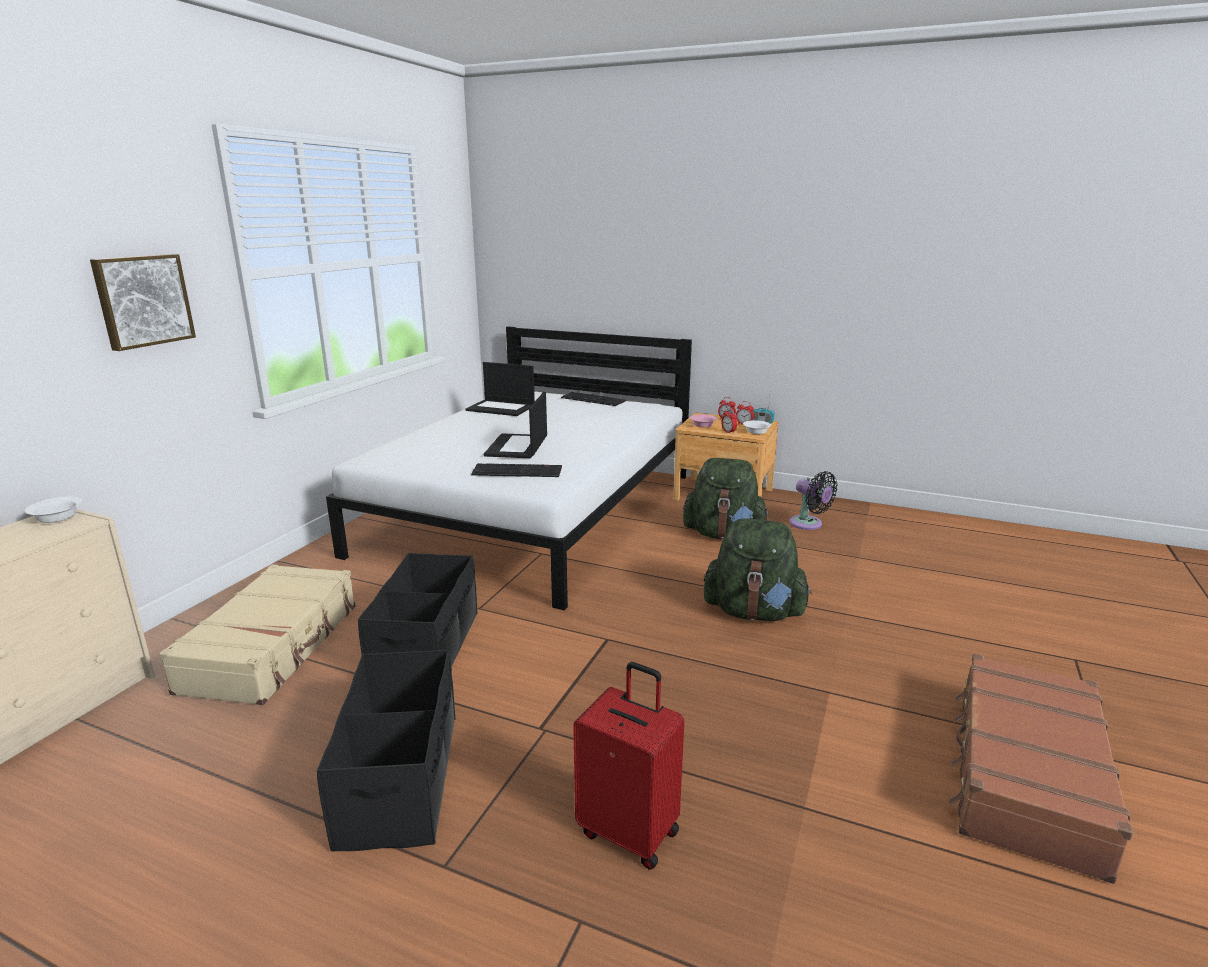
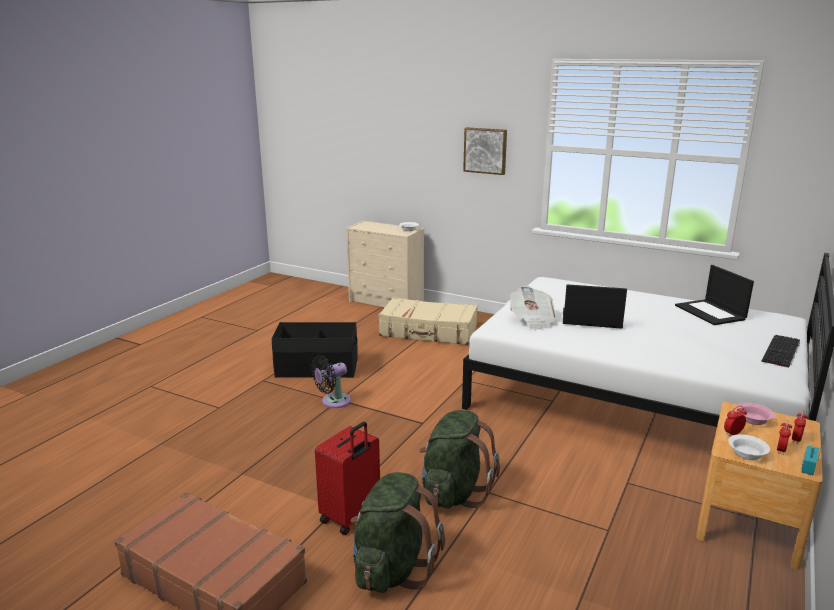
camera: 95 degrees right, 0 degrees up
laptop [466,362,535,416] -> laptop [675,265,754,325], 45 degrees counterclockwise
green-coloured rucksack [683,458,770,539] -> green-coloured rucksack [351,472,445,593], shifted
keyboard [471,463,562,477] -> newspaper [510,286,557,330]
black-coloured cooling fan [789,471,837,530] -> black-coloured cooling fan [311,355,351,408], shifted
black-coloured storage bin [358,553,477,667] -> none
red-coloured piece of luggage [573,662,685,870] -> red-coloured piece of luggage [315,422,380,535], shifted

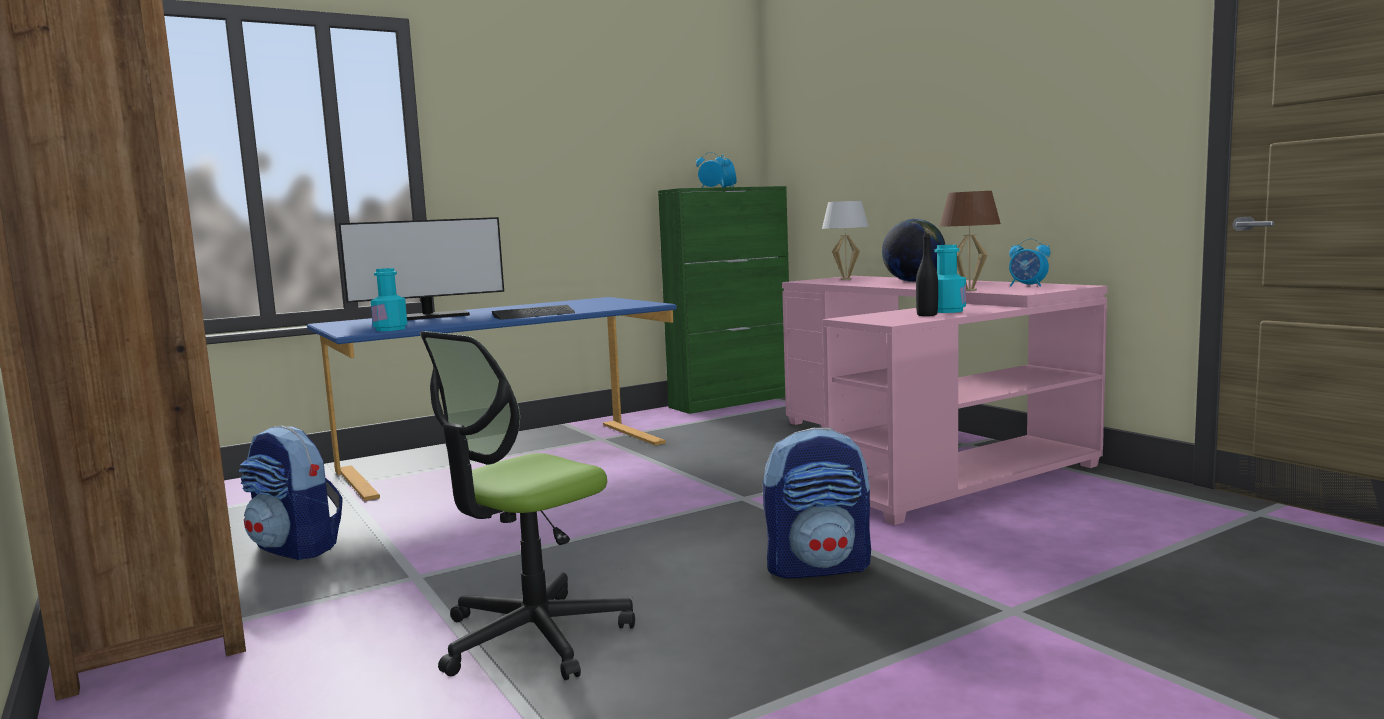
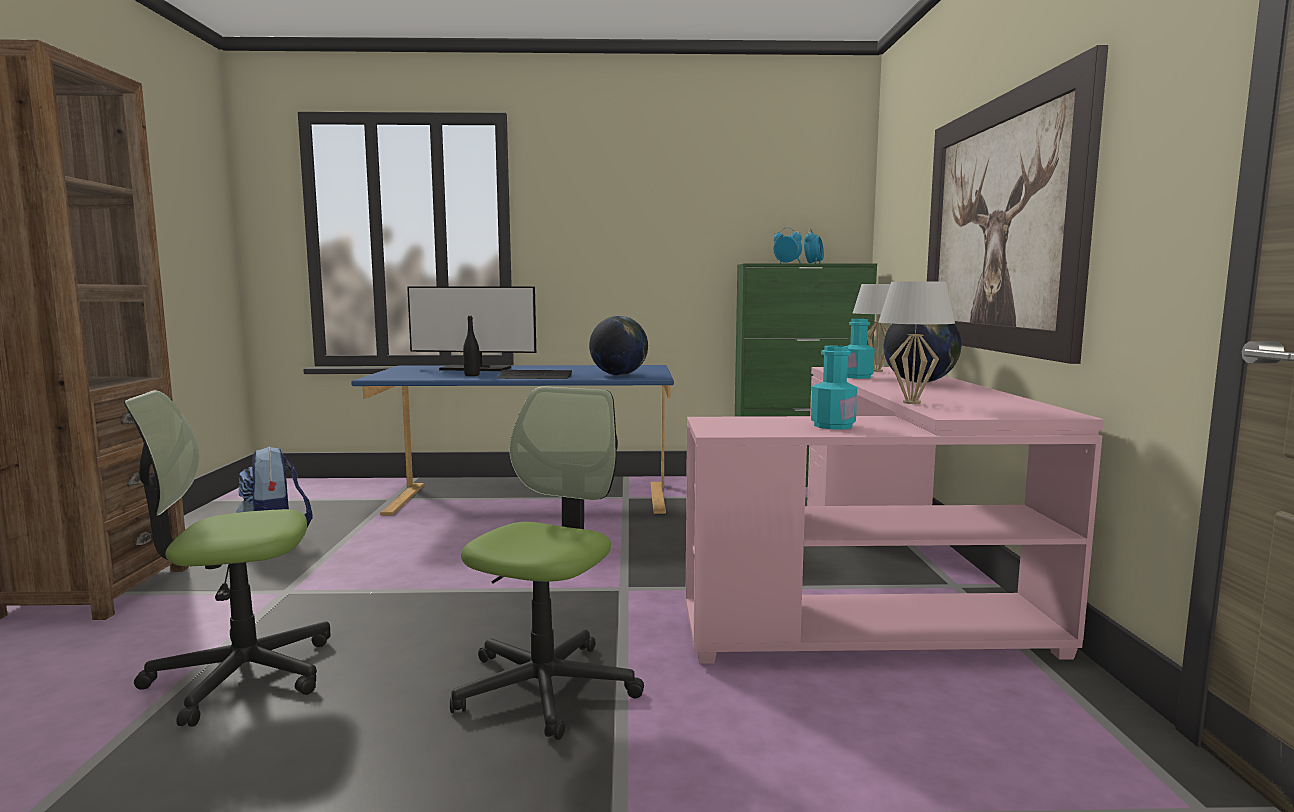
camera: 30 degrees right, 0 degrees up
brown-coloured tabletop lamp [940,191,1001,291] -> whitish tabletop lamp [879,281,955,404]
black-coloured drink bottle [916,233,938,316] -> black-coloured drink bottle [463,316,480,376], shifted
alarm clock [1009,238,1051,287] -> none
blue-green drink bottle [371,268,408,331] -> blue-green drink bottle [847,319,875,379], shifted
rucksack [763,428,871,579] -> desk chair [450,386,644,740]
none -> wall art [927,45,1108,364]
none -> desk globe [589,316,648,376]

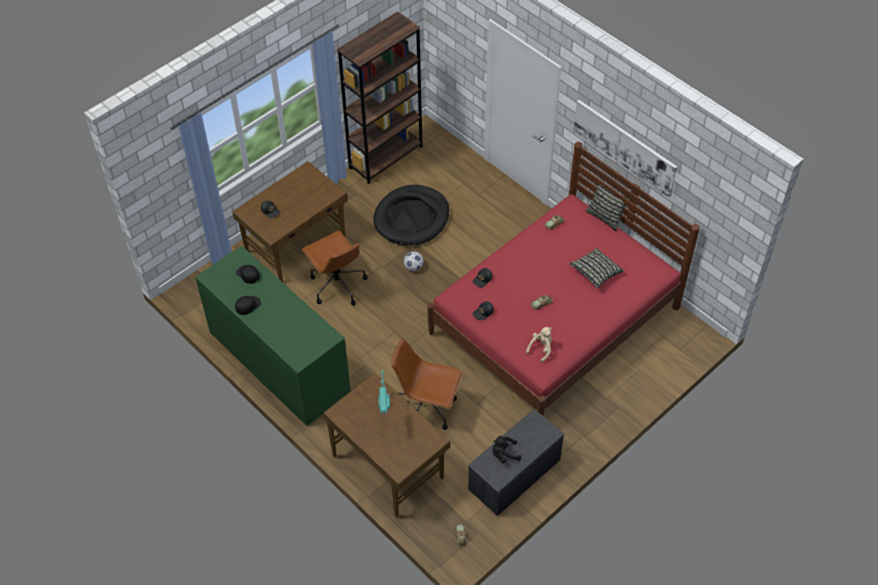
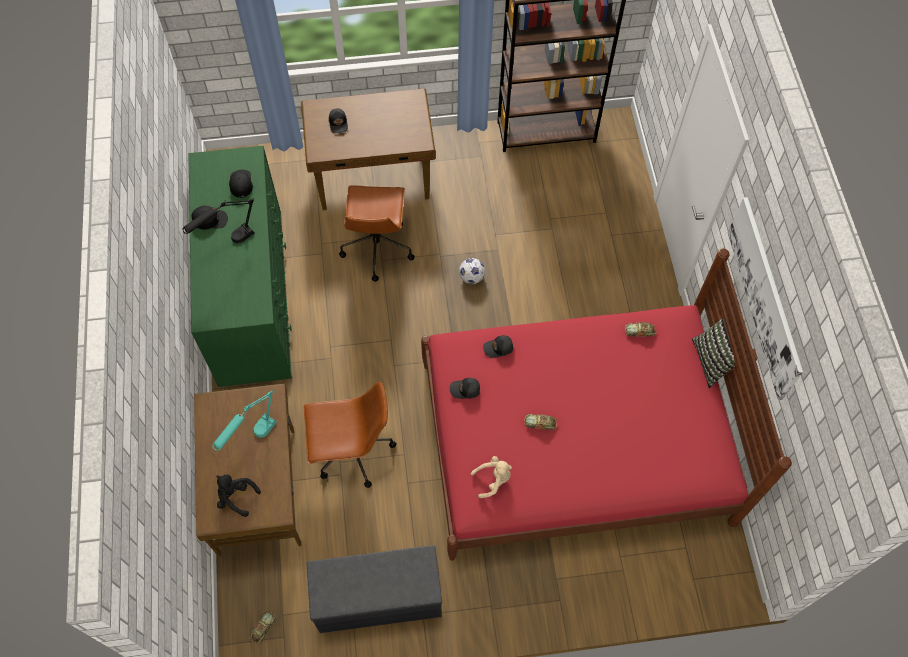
camera: 35 degrees right, 10 degrees up
black-coloured pet bed [373,185,449,246] -> none
pillow [569,248,624,288] -> none
brown-coloured desk chair [391,338,462,430] -> brown-coloured desk chair [304,381,396,488], 120 degrees clockwise
black-coloured plush toy [492,436,521,463] -> black-coloured plush toy [216,475,261,517], shifted
none -> black-coloured tabletop lamp [182,198,255,243]

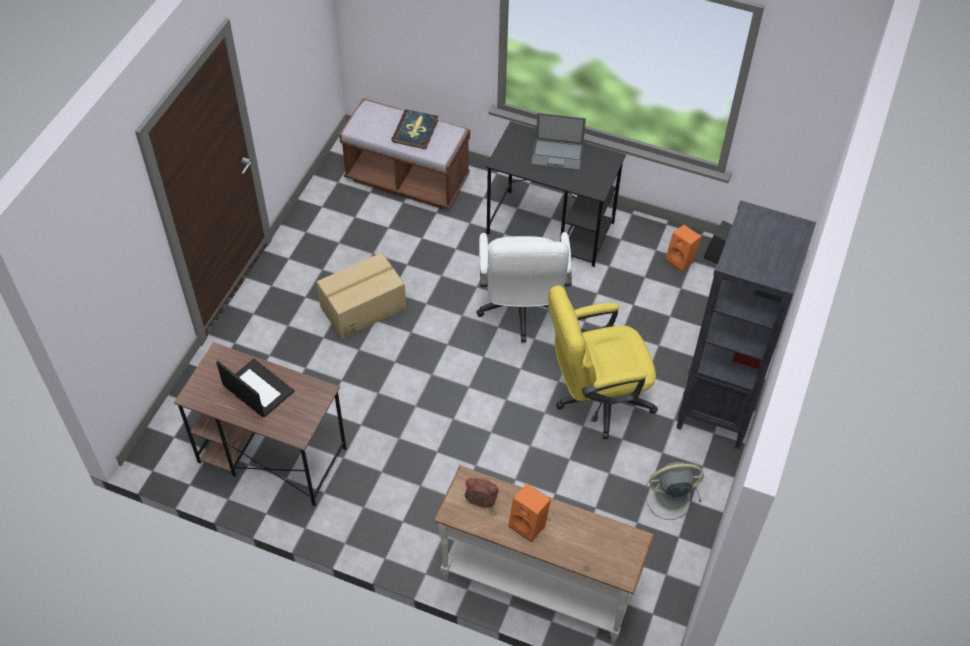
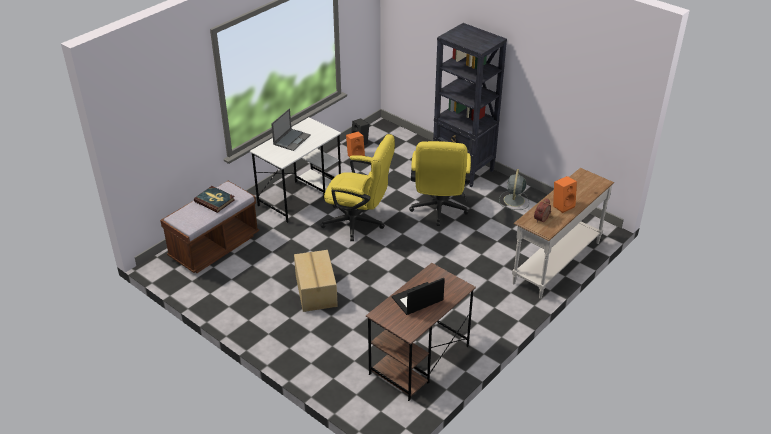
camera: 70 degrees left, 15 degrees down
black-coloured desk table [485,121,626,267] -> whitish desk table [250,117,341,223]
whitish desk chair [476,232,572,342] -> yellow desk chair [320,134,395,241]

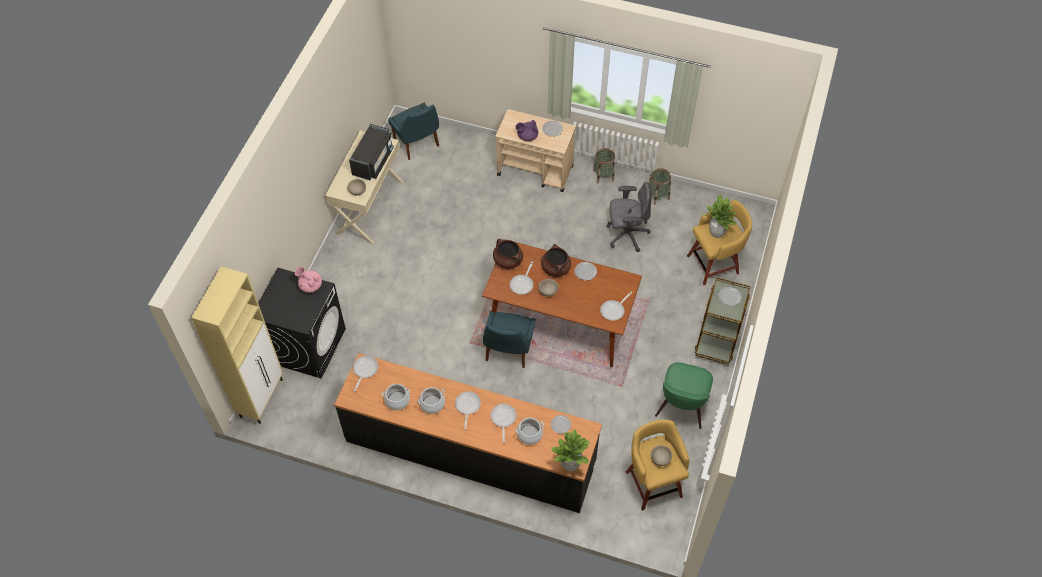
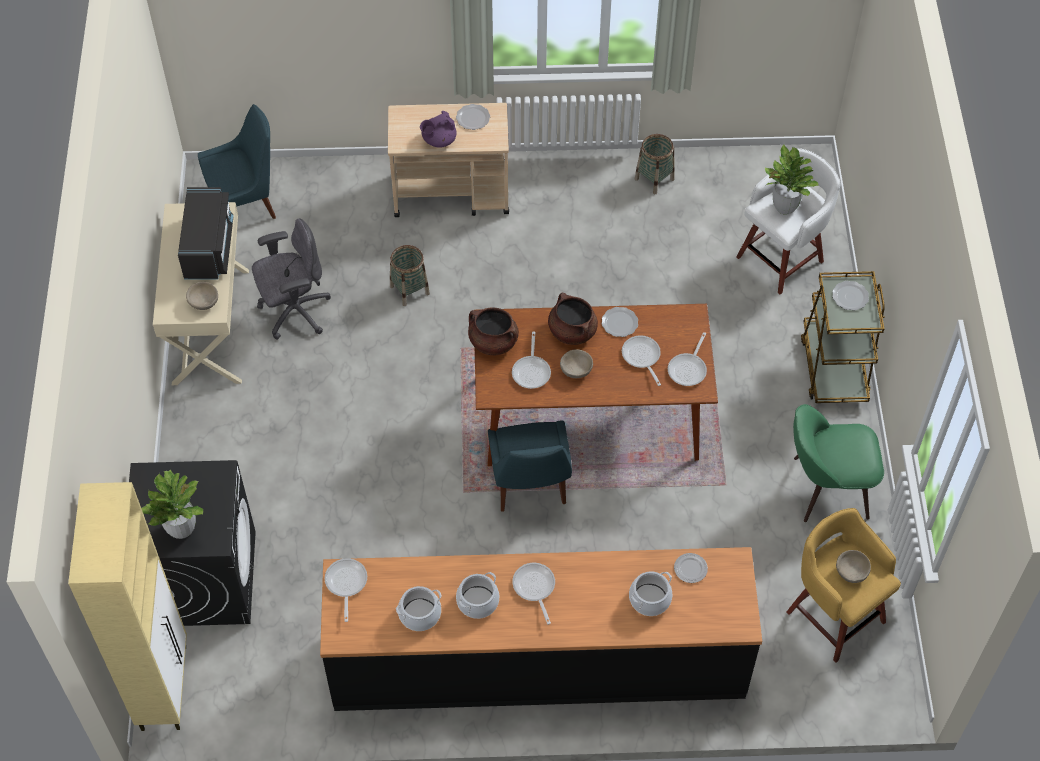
camera: 20 degrees left, 0 degrees up
bluish chair [388,103,439,160] -> bluish chair [198,104,276,219], 60 degrees counterclockwise
basket [593,148,615,184] -> basket [390,245,430,306], shifted
greyish desk chair [606,181,652,252] -> greyish desk chair [252,218,331,340], shifted
yellow sitting stool [687,200,752,285] -> whitish sitting stool [736,148,840,294]
pinkish pot for tea [295,267,322,293] -> none
green-coloured chair [655,362,713,429] -> green-coloured chair [793,404,884,522], 90 degrees clockwise
skillet [490,404,516,442] -> skillet [622,335,661,386], shifted
houseplant [551,429,590,471] -> houseplant [141,470,203,539], shifted

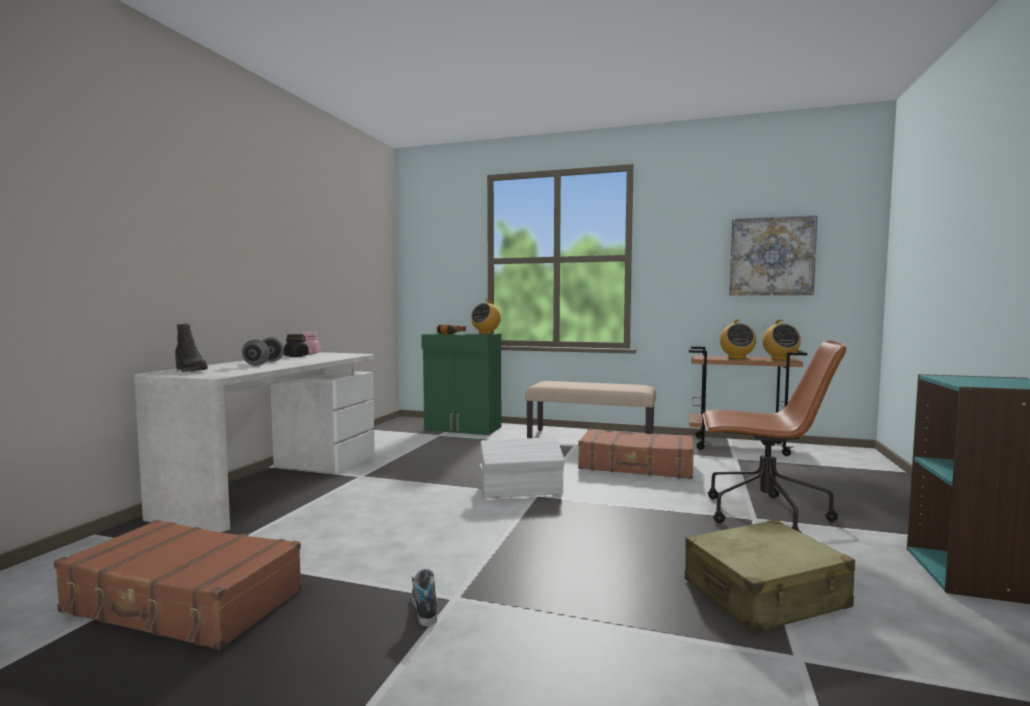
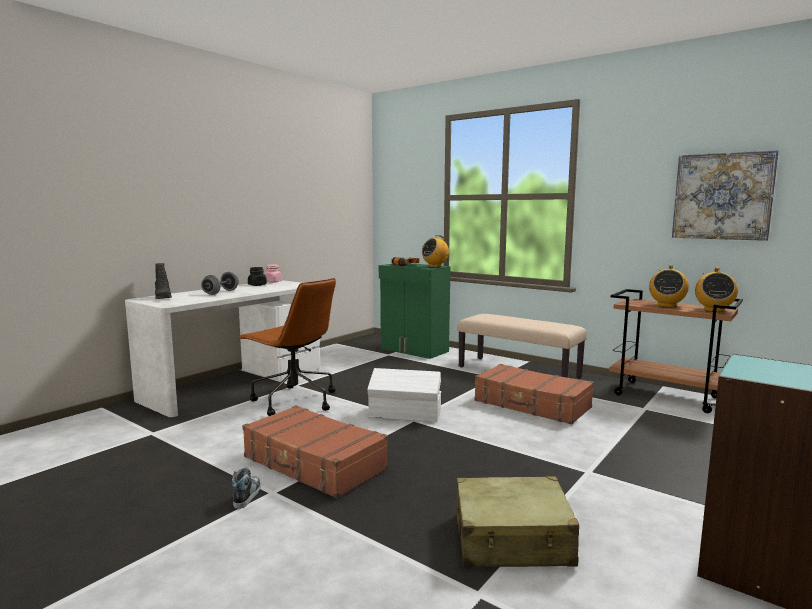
camera: 20 degrees right, 5 degrees up
brown-coloured desk chair [703,340,846,533] -> brown-coloured desk chair [238,278,336,416], shifted
brown-coloured piece of luggage [54,520,302,650] -> brown-coloured piece of luggage [242,405,388,498], shifted

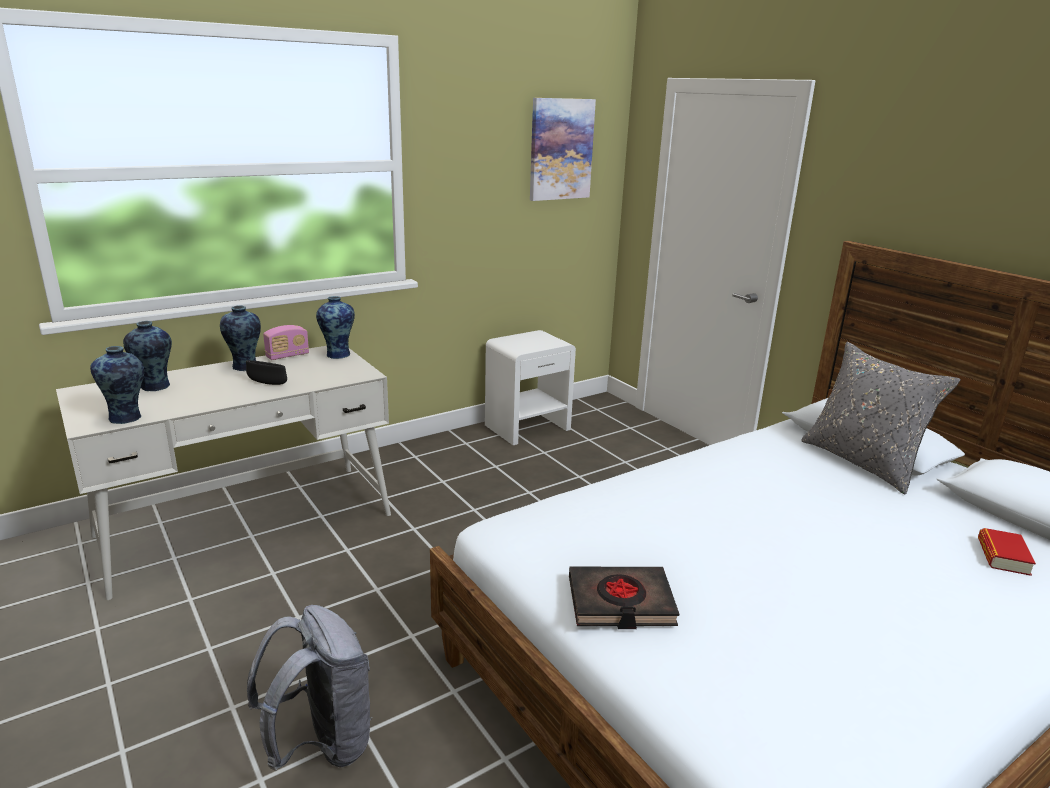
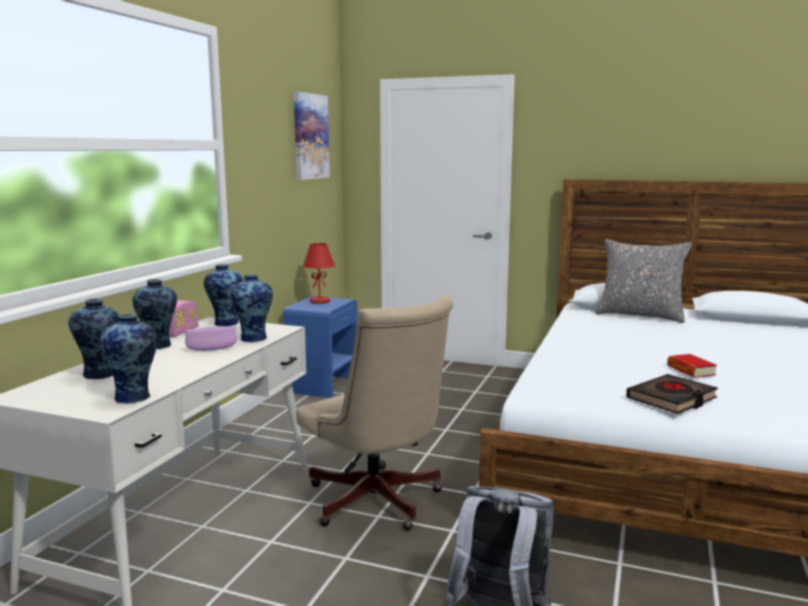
camera: 35 degrees left, 10 degrees down
whitish bedside table [485,330,576,445] -> bluish bedside table [283,296,358,398]
black-coloured bowl [246,360,287,385] -> purple bowl [185,326,237,351]
volume [978,528,1036,576] -> volume [667,354,717,378], shifted
none -> red-coloured tabletop lamp [303,243,335,304]
none -> decorative vase [231,274,273,342]
none -> beige-coloured desk chair [296,296,453,530]

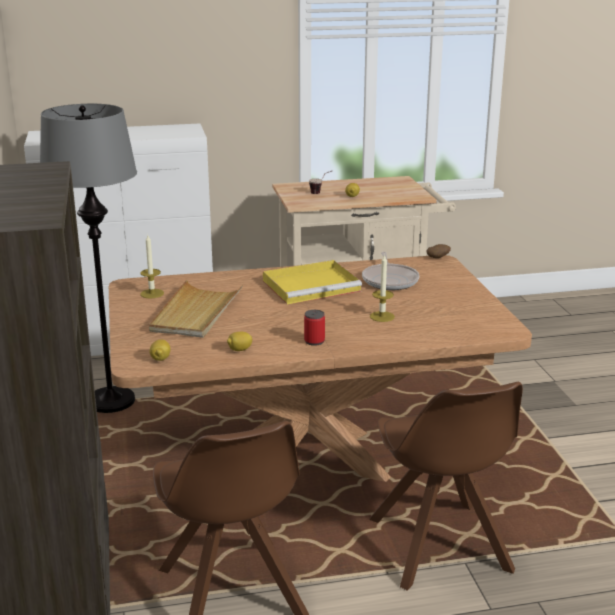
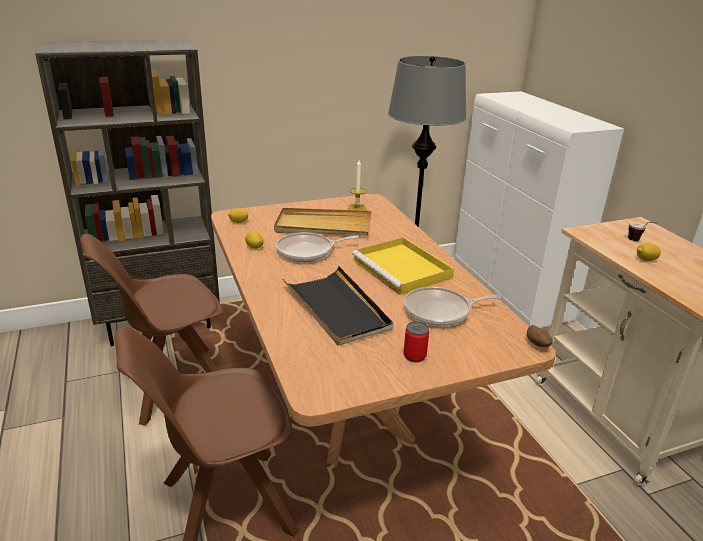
camera: 80 degrees right, 5 degrees up
wax light [370,254,395,322] -> black-coloured carrying tray [283,266,393,346]
sealed can [304,310,325,346] -> sealed can [404,321,429,362], shifted
none -> skillet [276,232,358,262]

